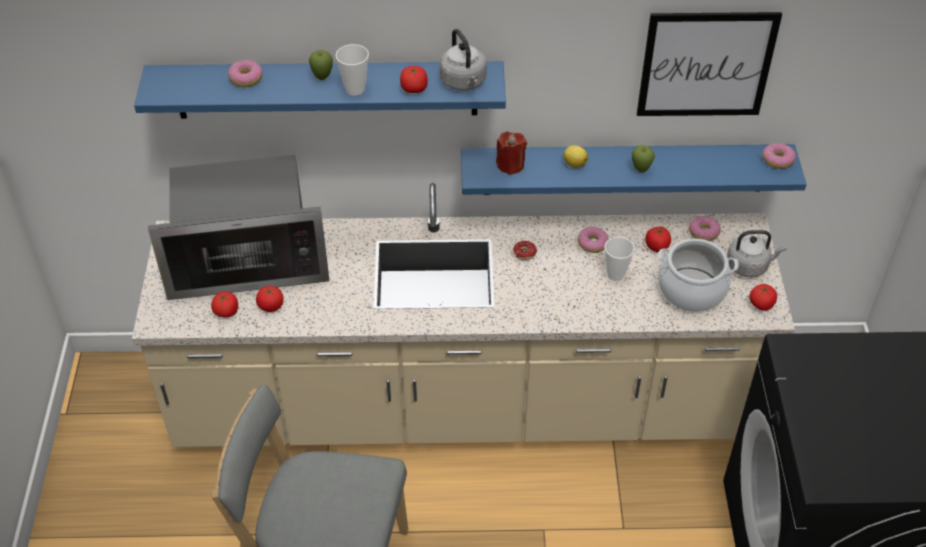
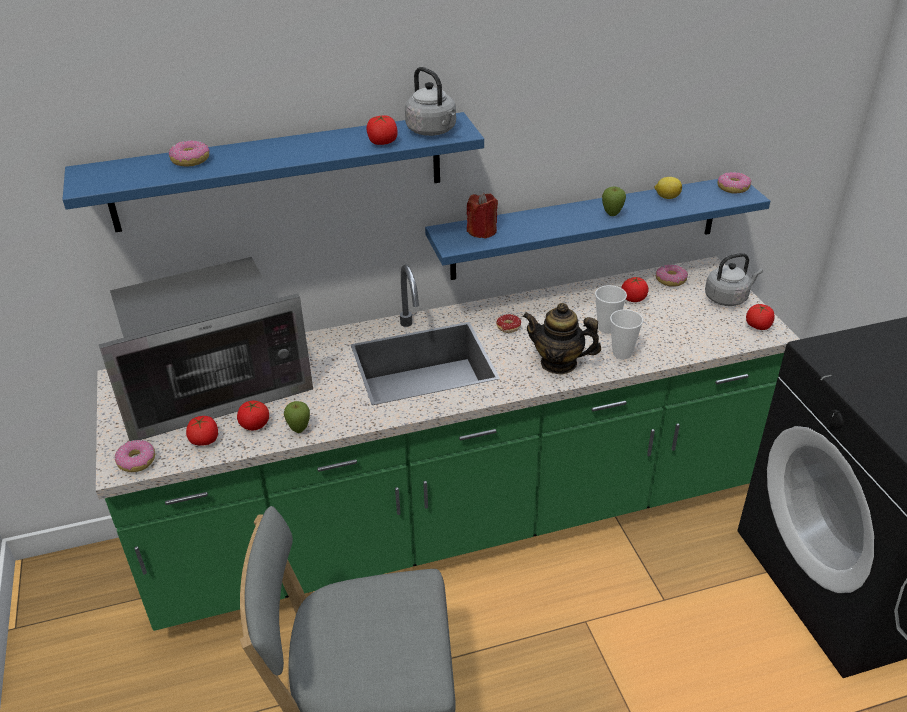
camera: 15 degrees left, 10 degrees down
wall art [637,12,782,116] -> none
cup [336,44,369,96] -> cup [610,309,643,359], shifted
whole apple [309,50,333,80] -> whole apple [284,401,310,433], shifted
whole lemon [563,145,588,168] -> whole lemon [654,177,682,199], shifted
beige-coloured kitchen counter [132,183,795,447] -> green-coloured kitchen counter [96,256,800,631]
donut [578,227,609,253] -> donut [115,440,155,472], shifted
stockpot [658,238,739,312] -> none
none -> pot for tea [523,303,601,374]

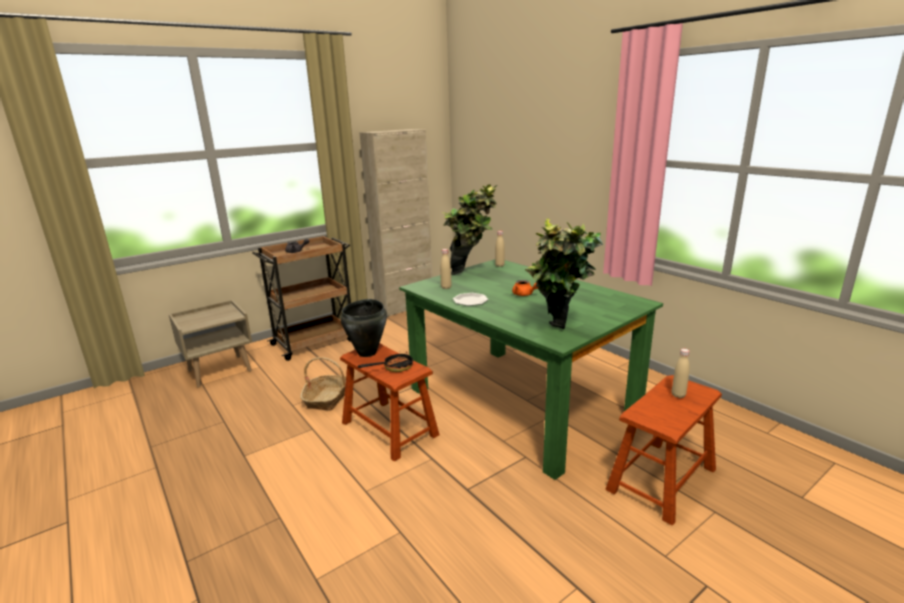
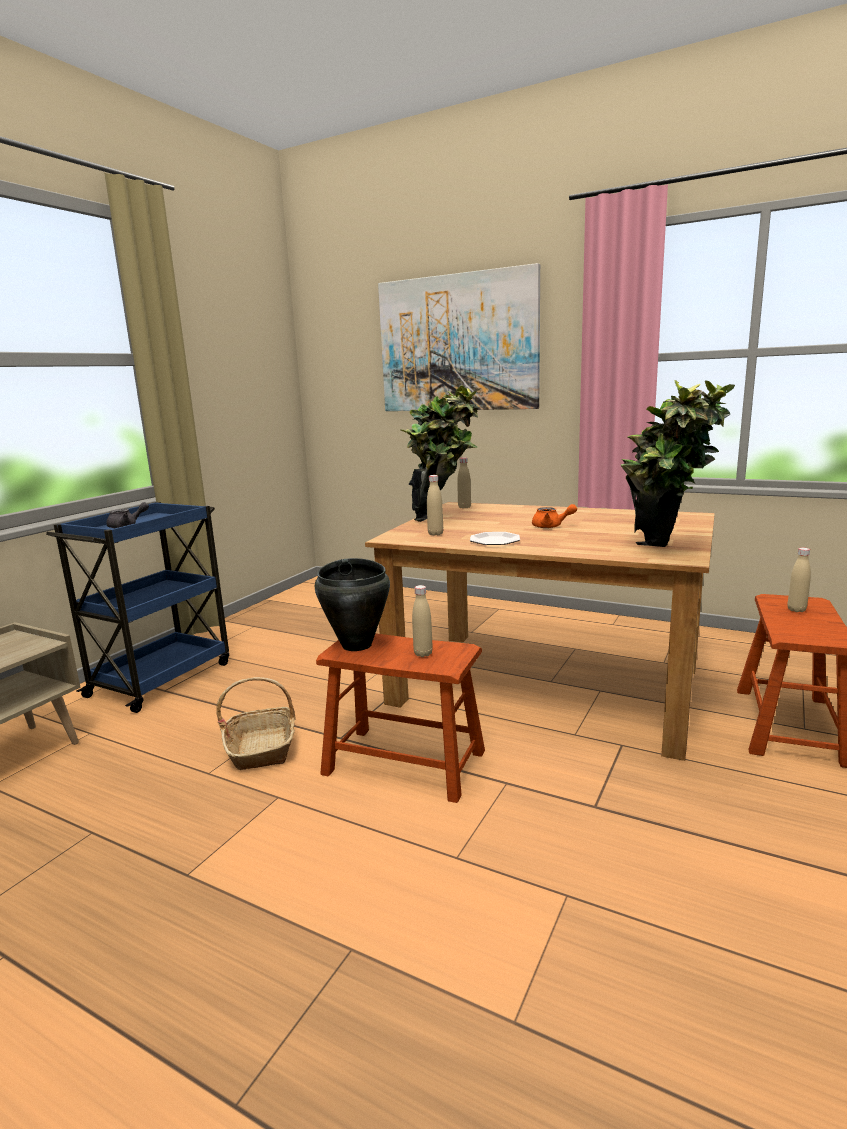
camera: 25 degrees left, 5 degrees down
beige-coloured storage cabinet [359,129,432,317] -> none
brown-coloured wheeled cart [252,236,351,361] -> bluish wheeled cart [46,502,229,713]
green-coloured dining table [399,259,663,480] -> brown-coloured dining table [365,502,715,761]
skillet [358,352,413,372] -> beige-coloured drink bottle [412,585,433,657]
none -> wall art [378,263,540,411]

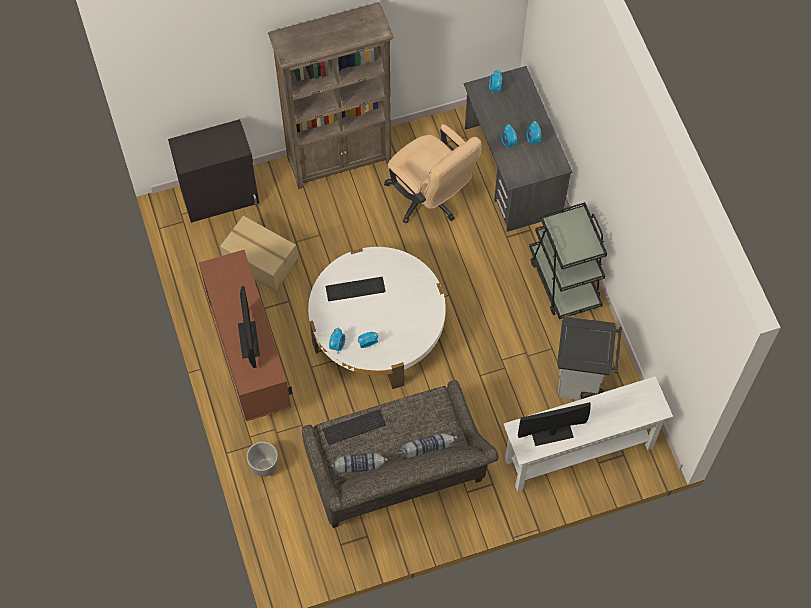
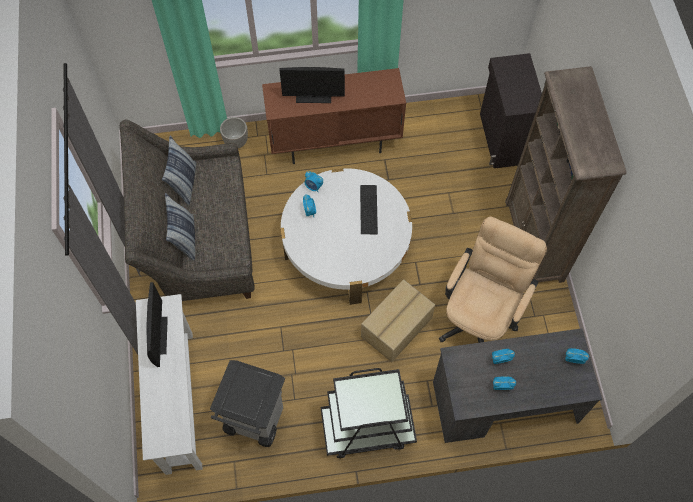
camera: 100 degrees right, 0 degrees up
beige-coloured desk chair [384,124,482,224] -> beige-coloured desk chair [439,217,547,343], 150 degrees clockwise
packing box [220,216,298,292] -> packing box [361,279,435,362], shifted
keyboard [323,410,386,445] -> none

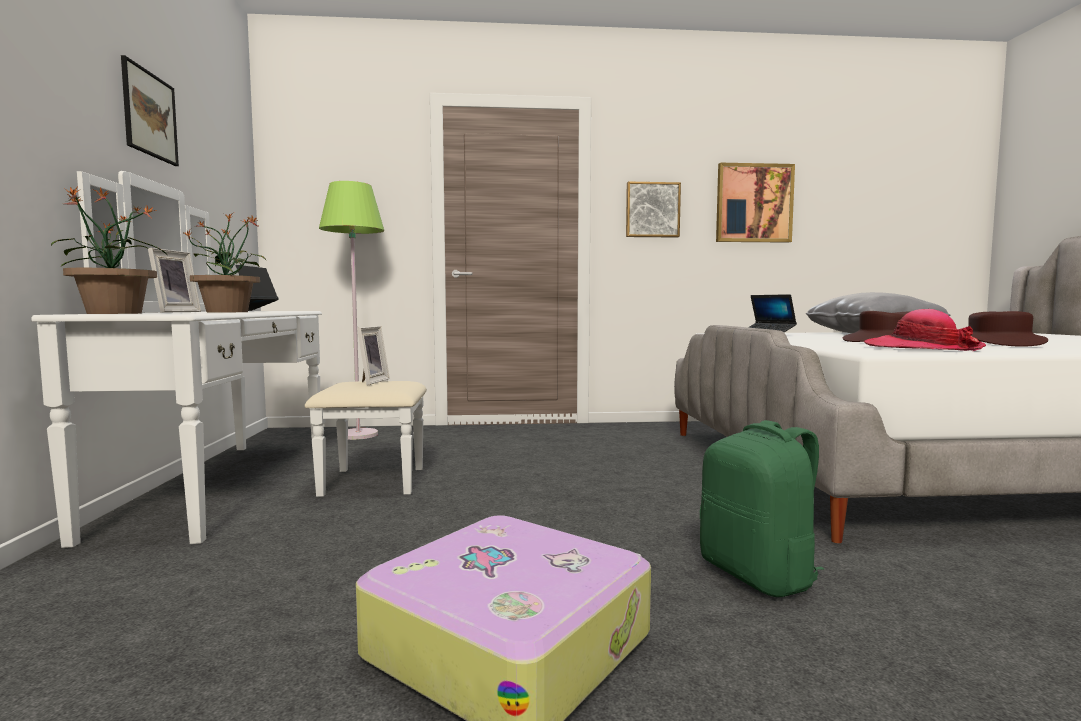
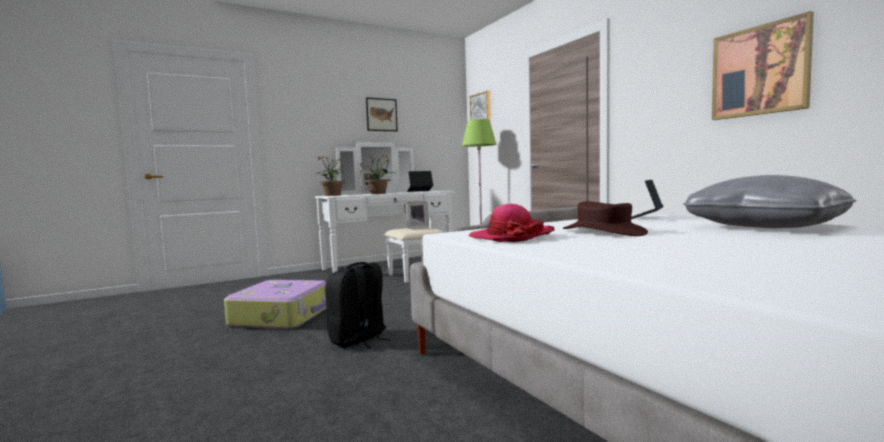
camera: 65 degrees right, 0 degrees up
wall art [626,182,681,238] -> wall art [470,91,491,123], shifted
brown-coloured wearable hat [968,311,1048,347] -> none
green-coloured rucksack [700,420,824,597] -> black-coloured rucksack [326,262,391,349]

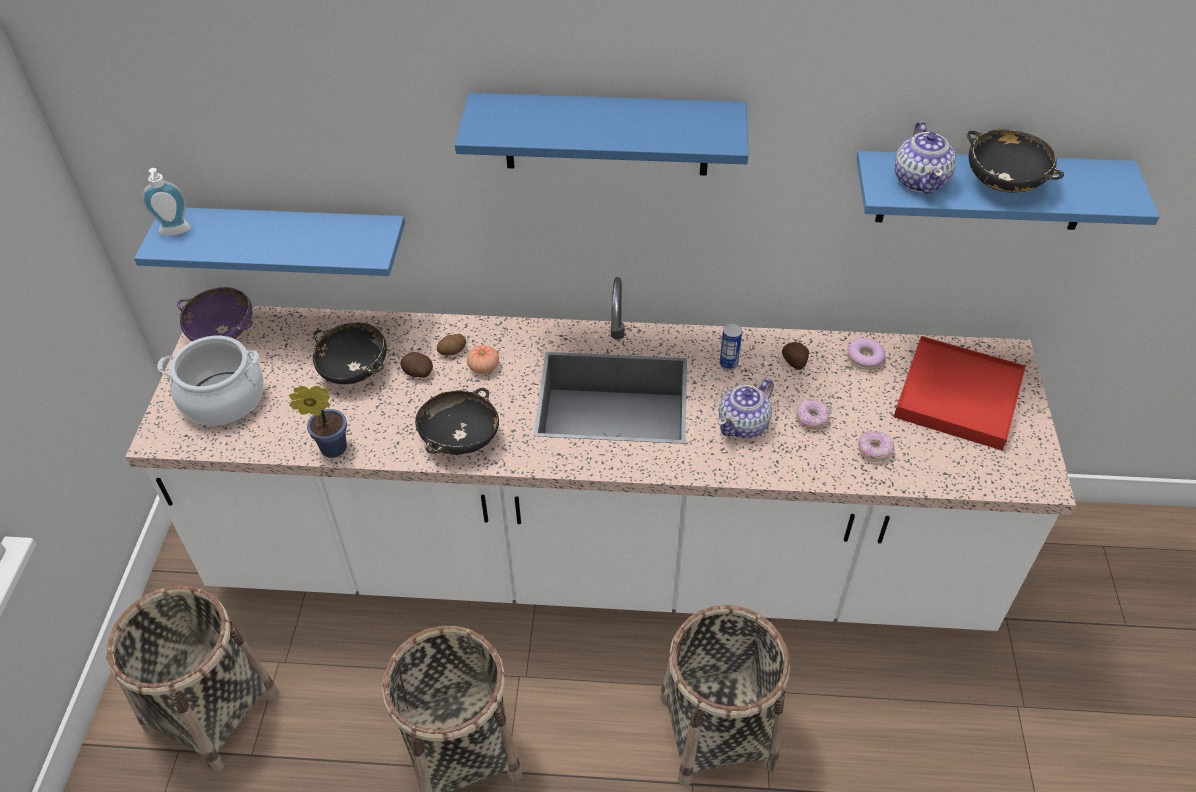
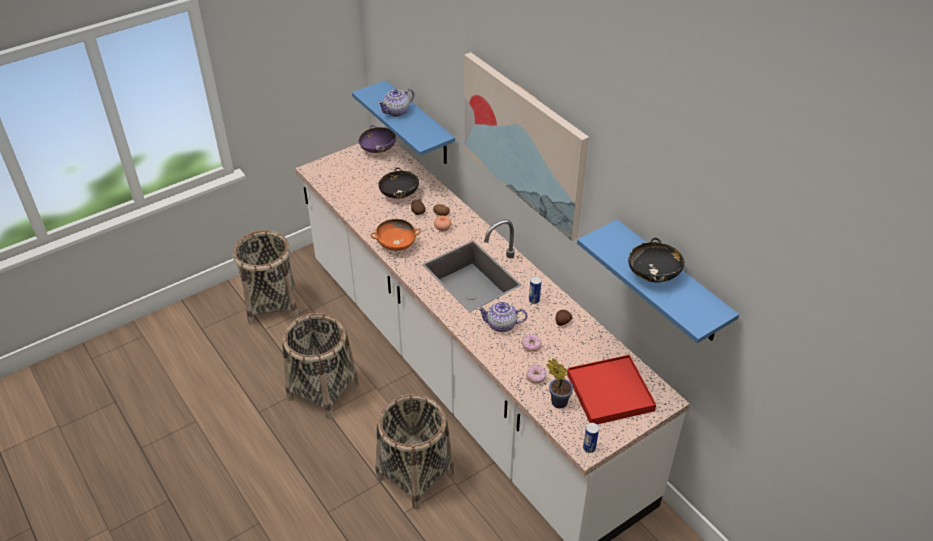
camera: 50 degrees right, 5 degrees down
bluish shelf [455,93,749,176] -> wall art [464,52,589,241]
pot for tea [895,121,956,194] -> pot for tea [378,88,414,117], shifted
soap dispenser [142,168,191,236] -> none
stockpot [157,335,264,426] -> none
donut [847,338,885,370] -> none
houseplant [289,386,347,458] -> houseplant [547,358,573,409], shifted
black-coloured bowl [415,388,499,455] -> orangey bowl [370,219,421,251]
none -> sealed can [583,423,599,453]

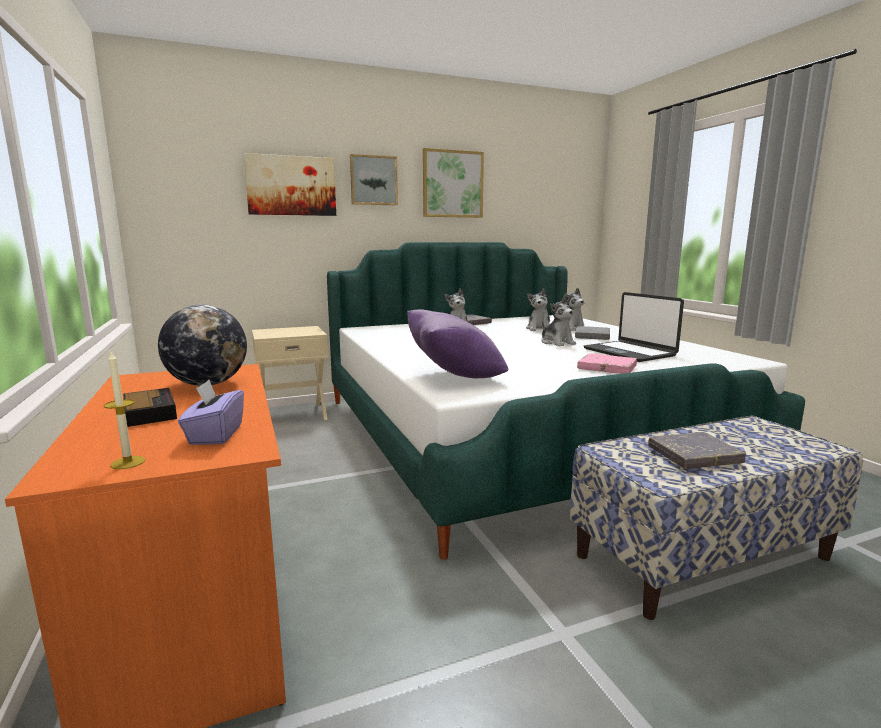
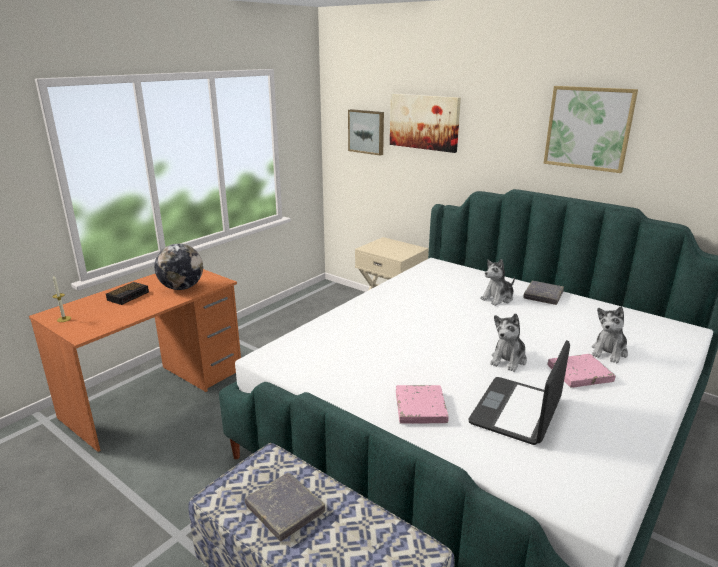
camera: 60 degrees right, 10 degrees up
wall art [350,154,398,205] -> wall art [348,109,384,155], shifted
plush toy [526,288,550,331] -> none
purple pillow [407,309,509,378] -> none
greyish volume [575,326,610,340] -> pinkish volume [548,354,616,388]
purple tissue box [178,380,244,445] -> none

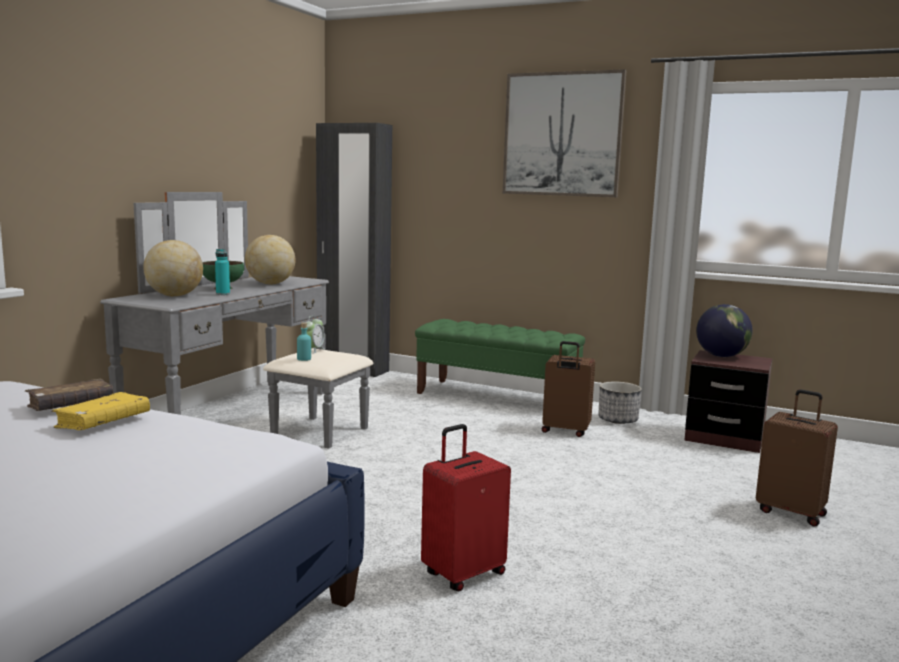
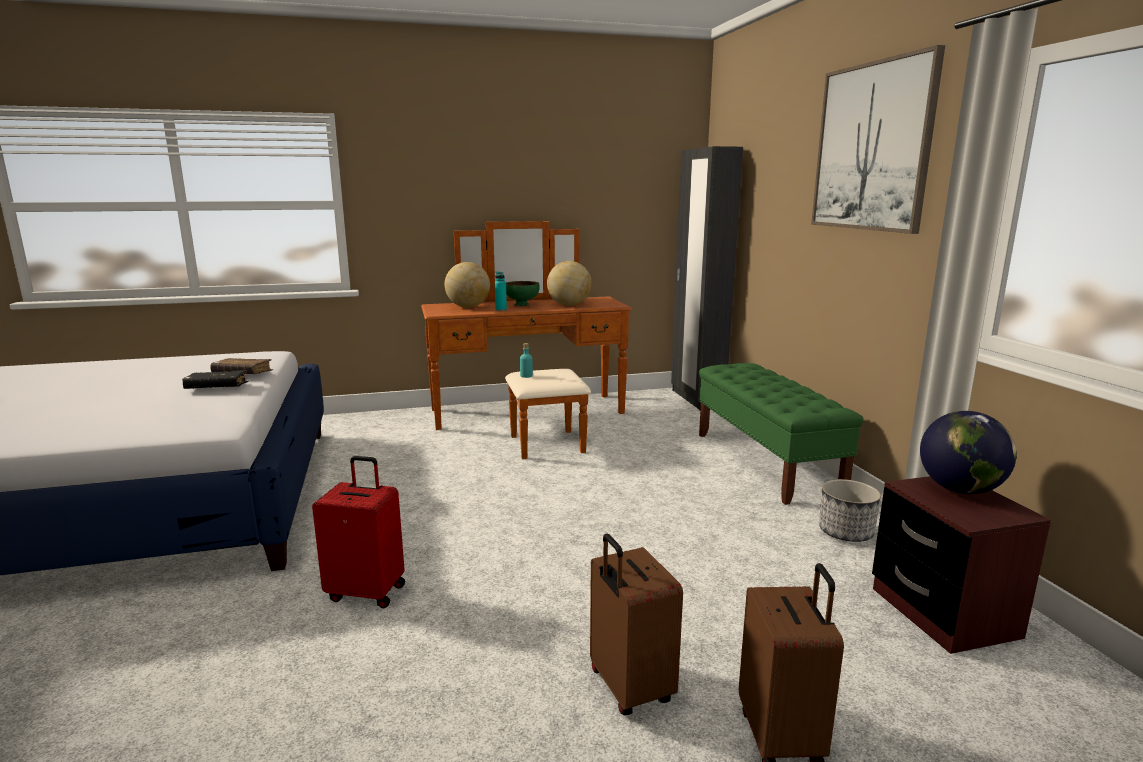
camera: 50 degrees right, 5 degrees up
greyish chest of drawers [100,192,373,449] -> brown-coloured chest of drawers [421,221,632,459]
alarm clock [305,316,325,354] -> none
brown-coloured piece of luggage [542,341,595,437] -> brown-coloured piece of luggage [590,533,683,716], shifted
yellow volume [51,392,150,430] -> black-coloured volume [182,370,248,389]

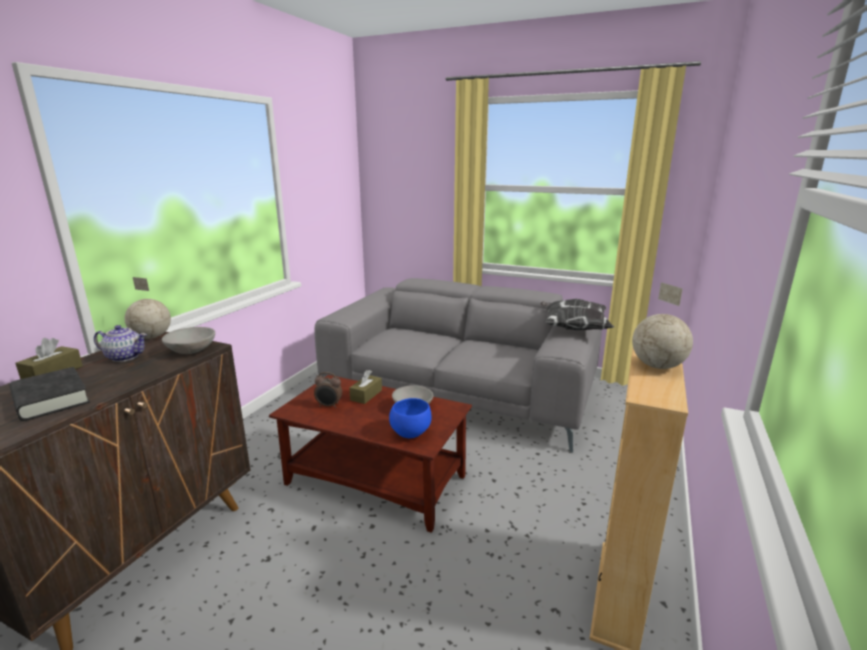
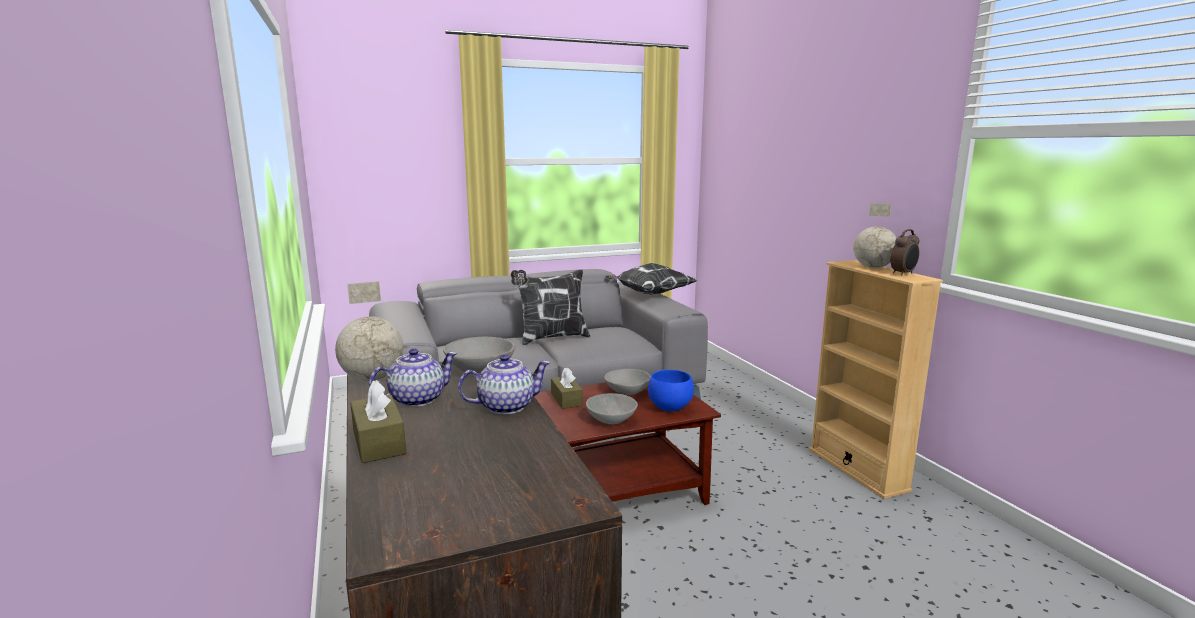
camera: 45 degrees left, 5 degrees down
black-coloured volume [10,367,90,421] -> none
alarm clock [314,372,342,408] -> alarm clock [891,229,919,276], shifted
none -> pillow [511,269,590,345]
none -> pot for tea [458,354,551,414]
none -> greyish bowl [586,393,638,424]

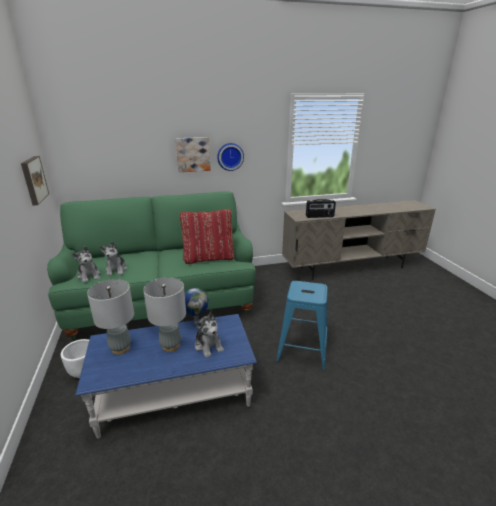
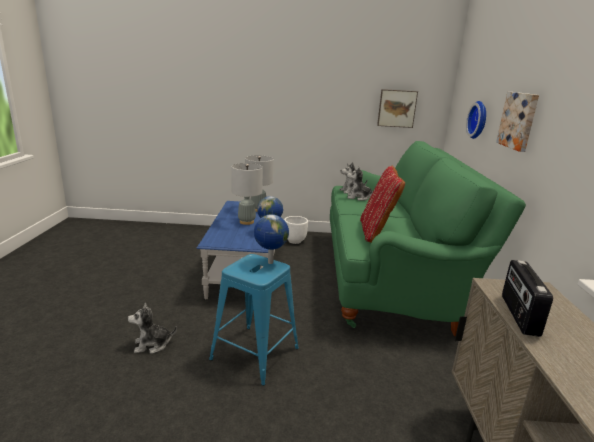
camera: 105 degrees right, 5 degrees down
wall clock [217,143,244,171] -> wall clock [466,101,486,139], shifted
plush toy [195,312,224,358] -> plush toy [128,303,177,354], shifted
none -> desk globe [254,214,289,264]

